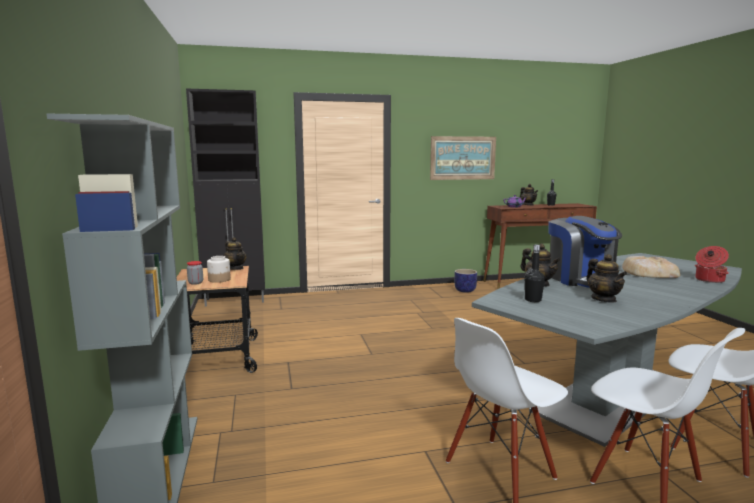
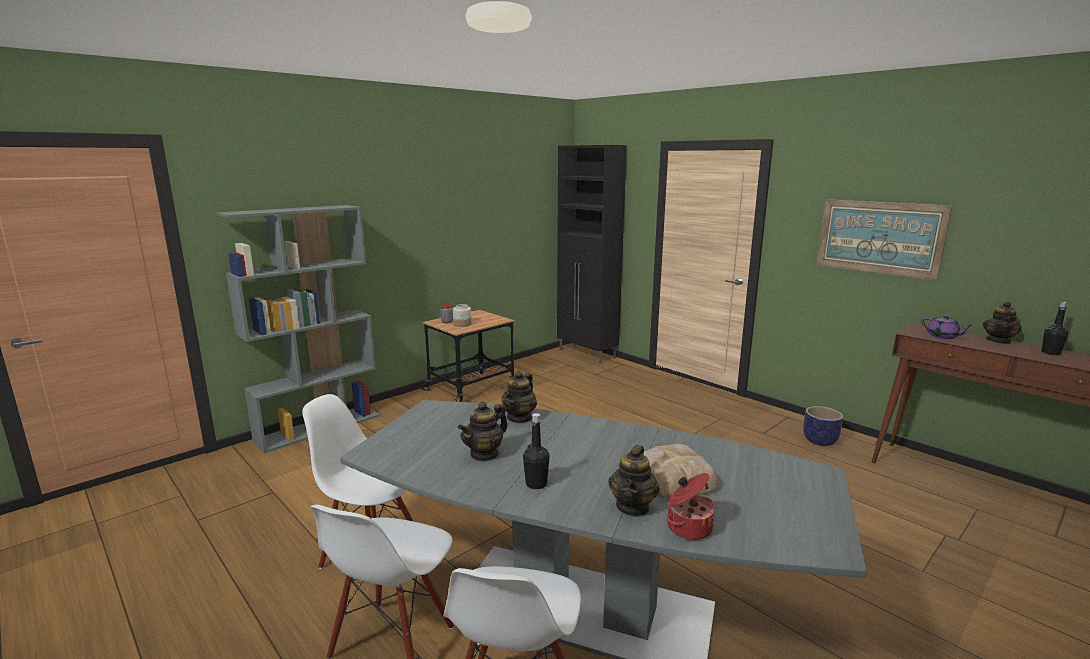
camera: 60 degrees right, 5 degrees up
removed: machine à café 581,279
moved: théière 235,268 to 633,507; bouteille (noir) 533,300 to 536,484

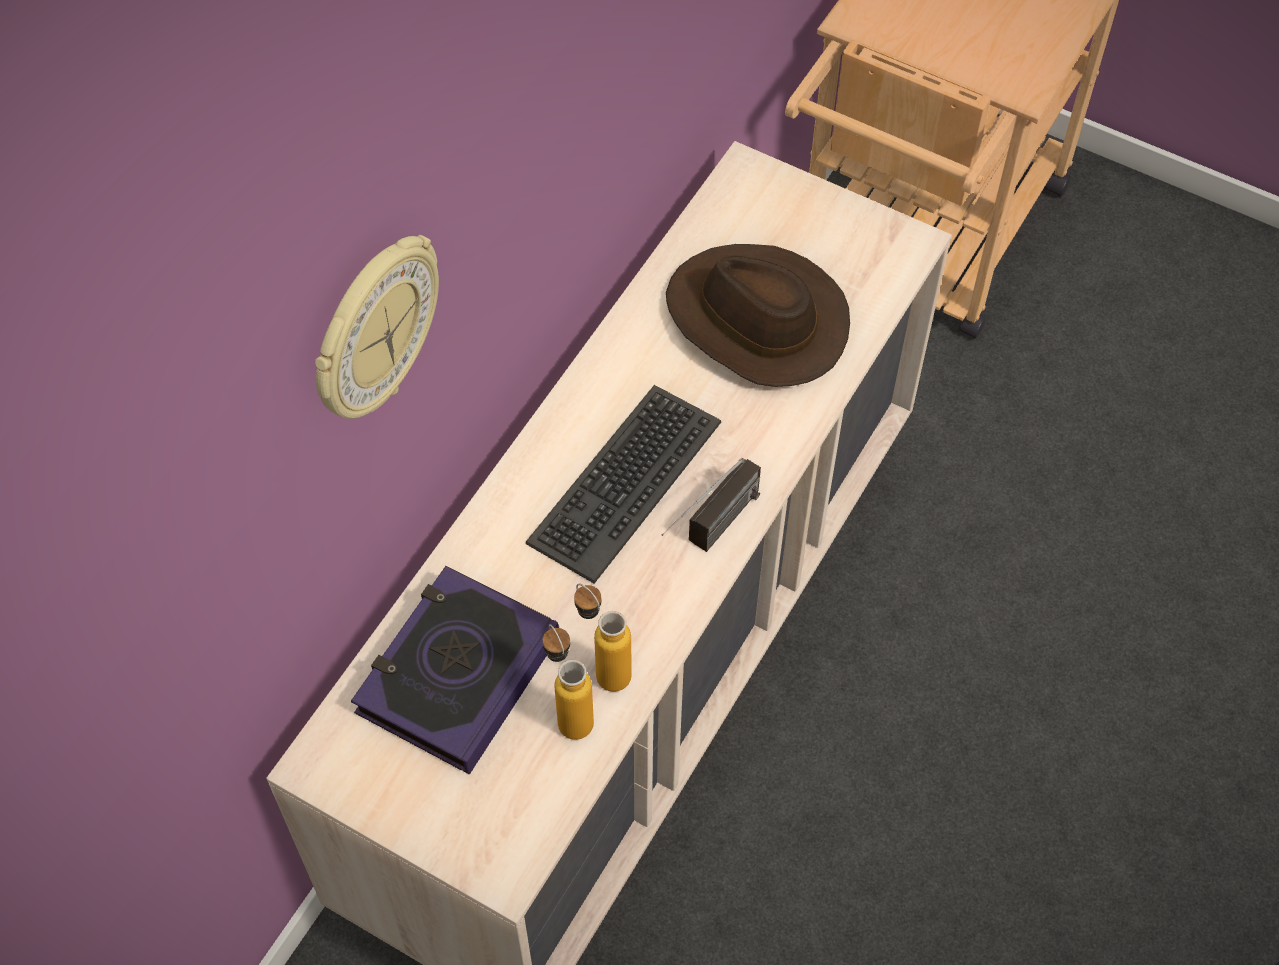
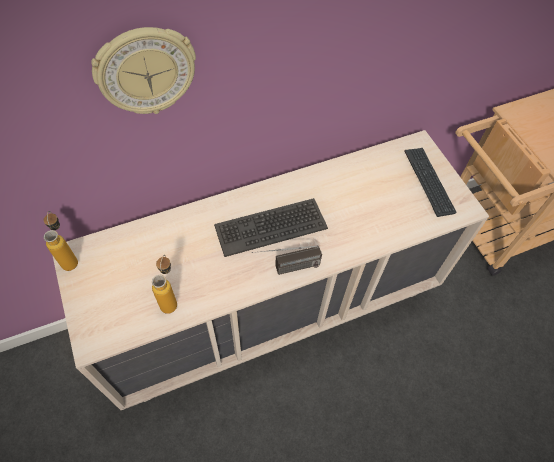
camera: 35 degrees right, 0 degrees up
removed: livre 457,674; chapeau (marron) 755,321
added: clavier 428,181
moved: bouteille 603,667 to 70,258

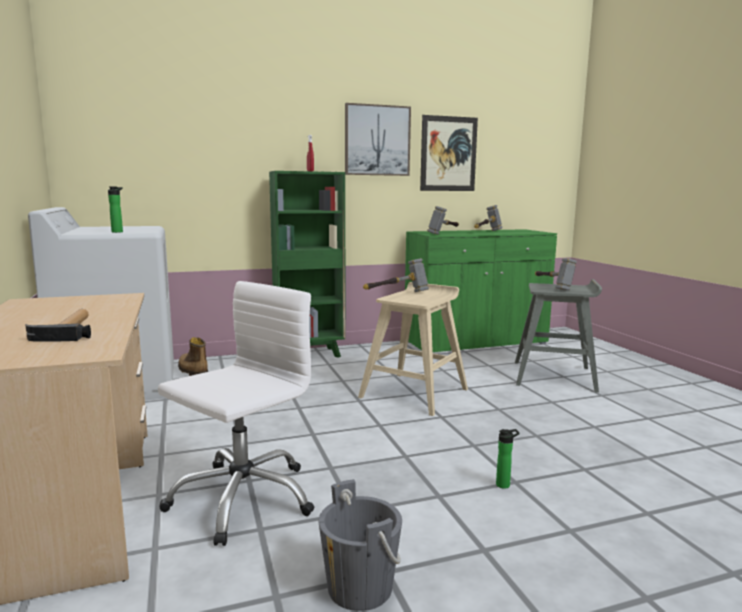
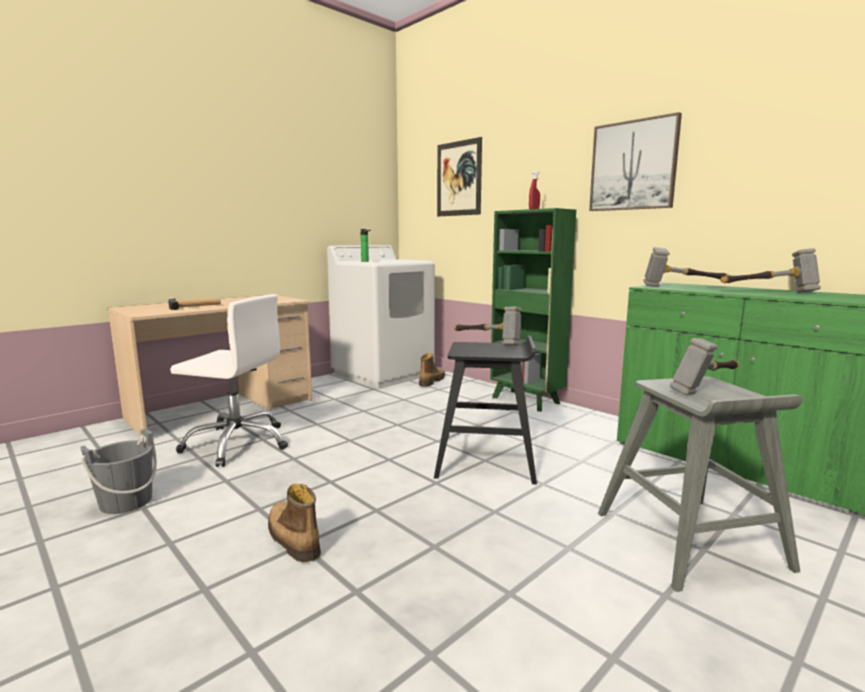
camera: 65 degrees right, 0 degrees up
moved: tableau 448,154 to 458,179
replaced: bouteille 505,485 to botte 292,539
recoloured: tabouret (beige) 415,393 to tabouret (noir) 487,459

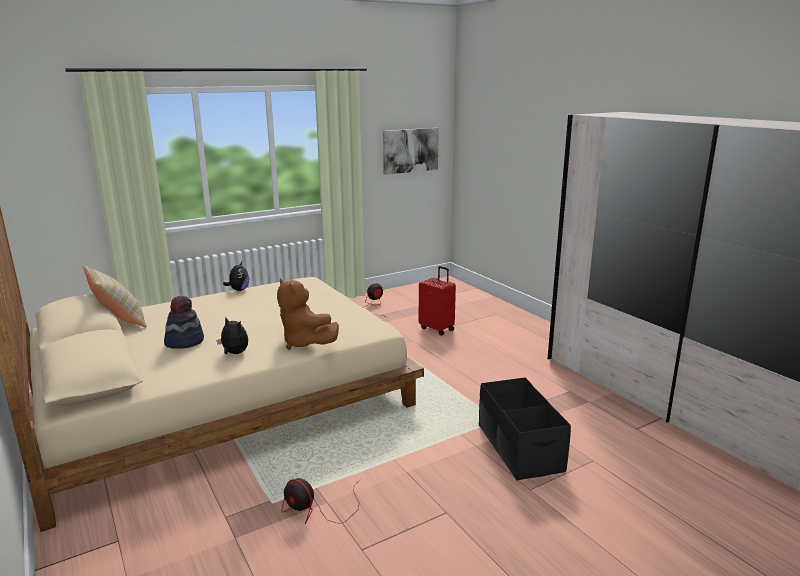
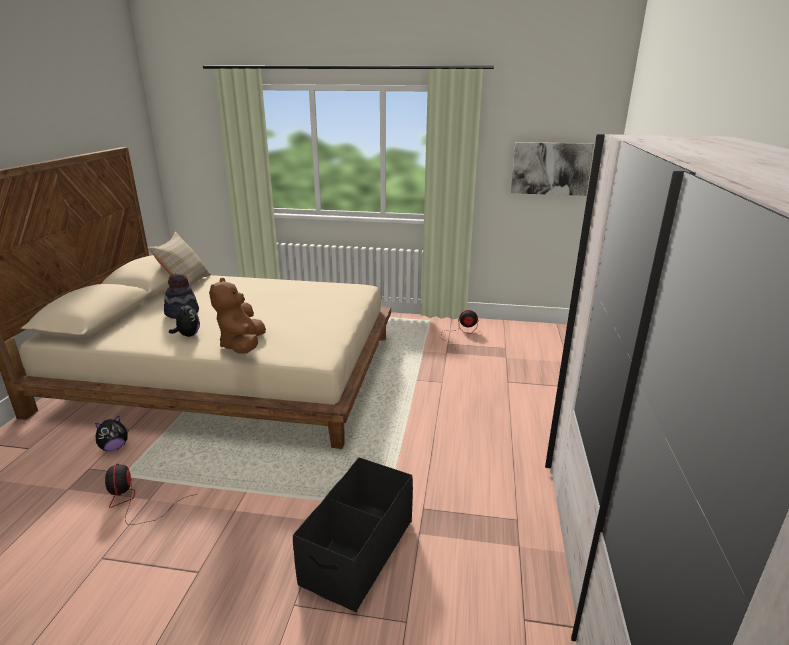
camera: 40 degrees right, 5 degrees up
removed: valise (rouge) 437,329
moved: peluche 238,290 to 114,447

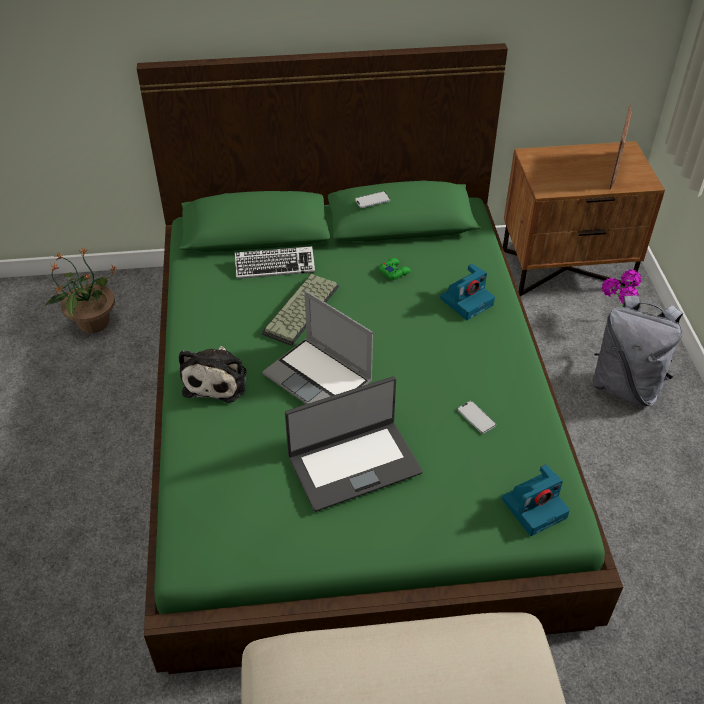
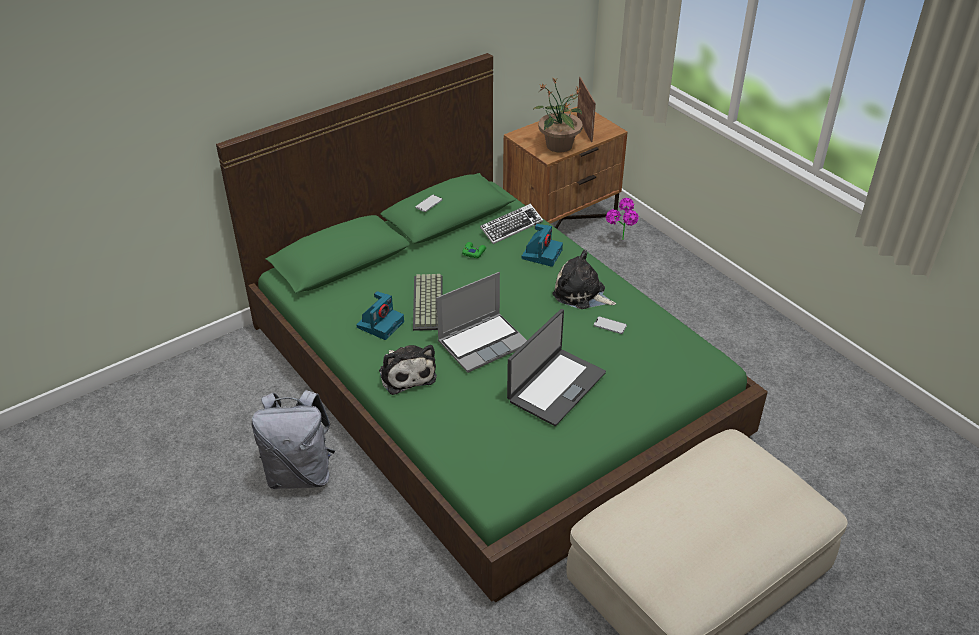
camera: 30 degrees left, 5 degrees down
added: peluche 581,294
moved: plante en pot 92,322 to 558,146; clavier 275,266 to 511,227; appareil photo 535,507 to 380,324; sac à dos (gris) 626,386 to 300,473
turned: ordinateur portable 320,378 = 483,343 45 degrees counterclockwise

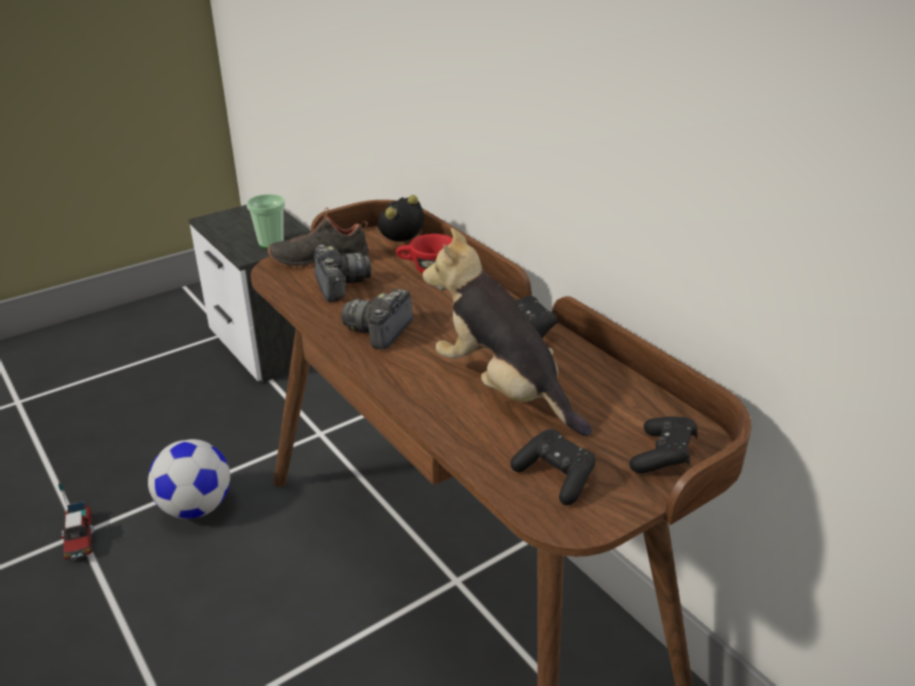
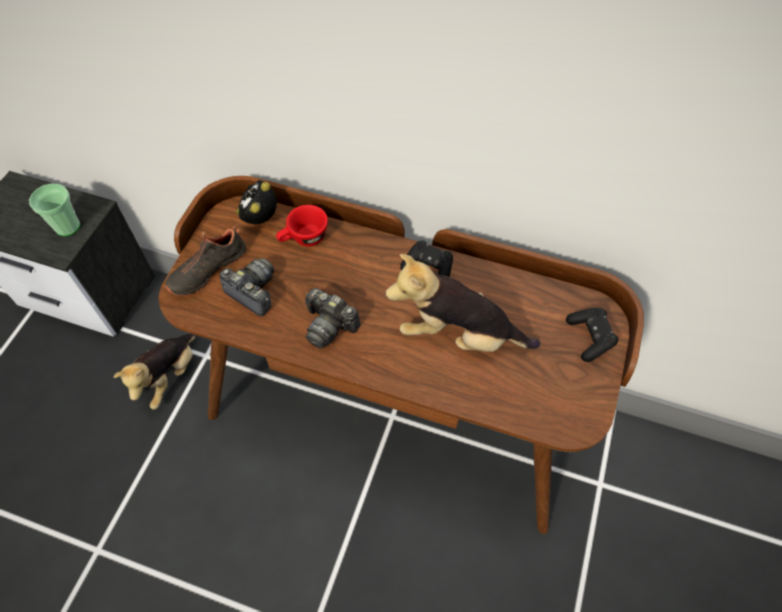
camera: 35 degrees left, 25 degrees up
removed: camion jouet 80,539; ballon de foot 196,507; manette (noir) 555,477
added: peluche 169,376
turned: appareil photo 380,331 = 329,325 45 degrees counterclockwise

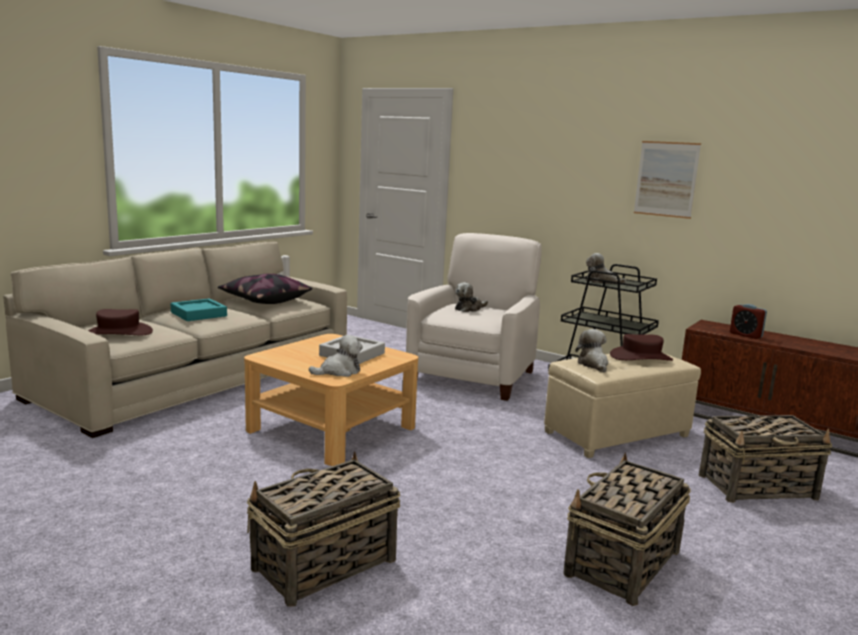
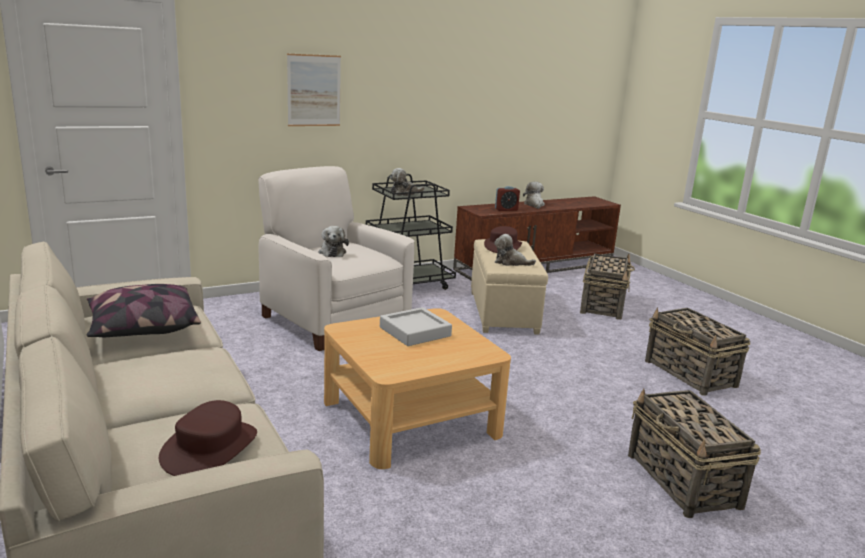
camera: 65 degrees left, 5 degrees up
removed: plateau (turquoise) 198,314
moved: peluche 339,372 to 534,205; tableau 666,179 to 314,90

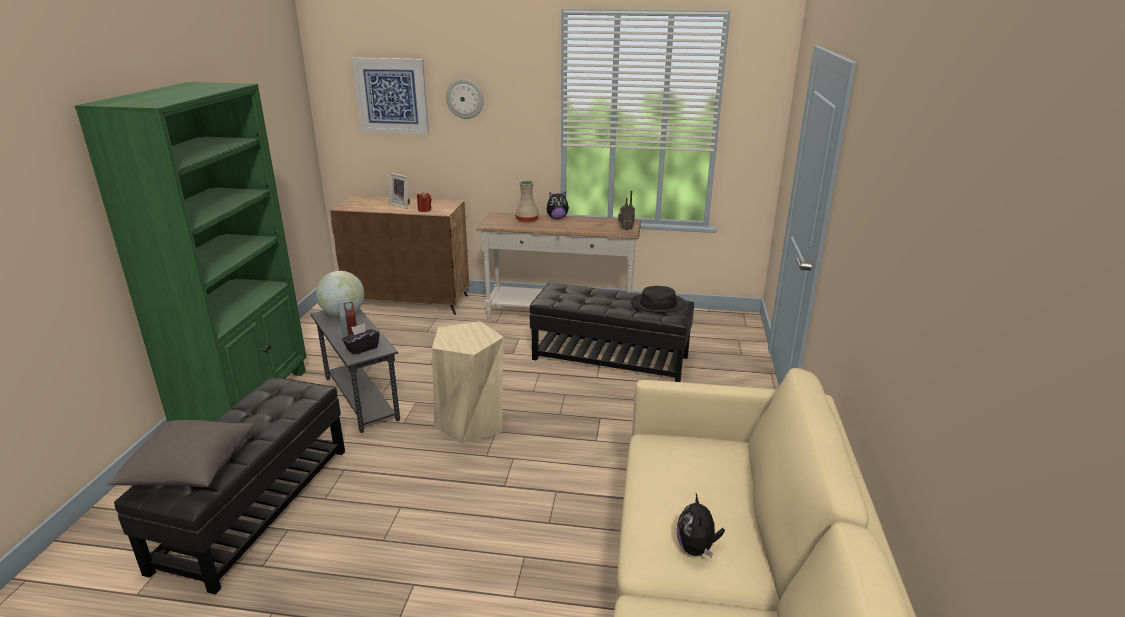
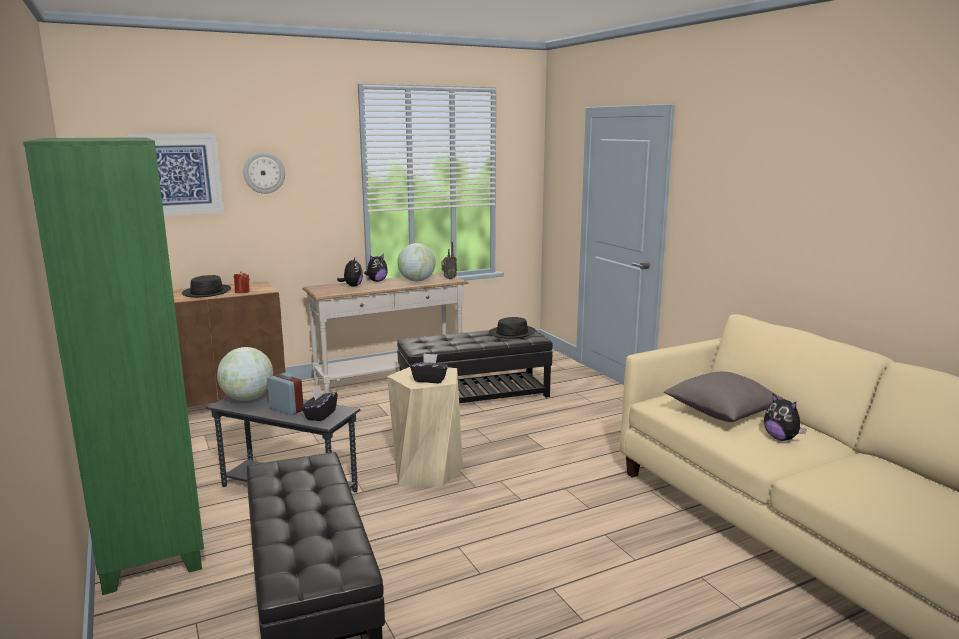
camera: 35 degrees left, 10 degrees down
added: globe 417,281; boîte à mouchoirs (noir) 429,380
moved: coussin (gris) 189,469 to 721,413
replaced: cadre photo 401,205 to chapeau (noir) 207,292; vase (beige) 527,220 to peluche 352,286

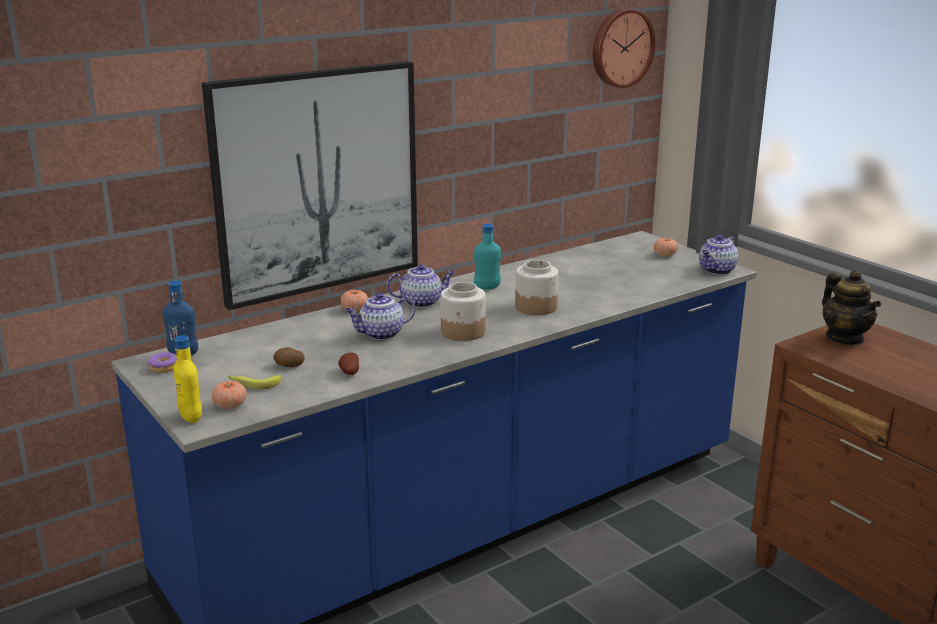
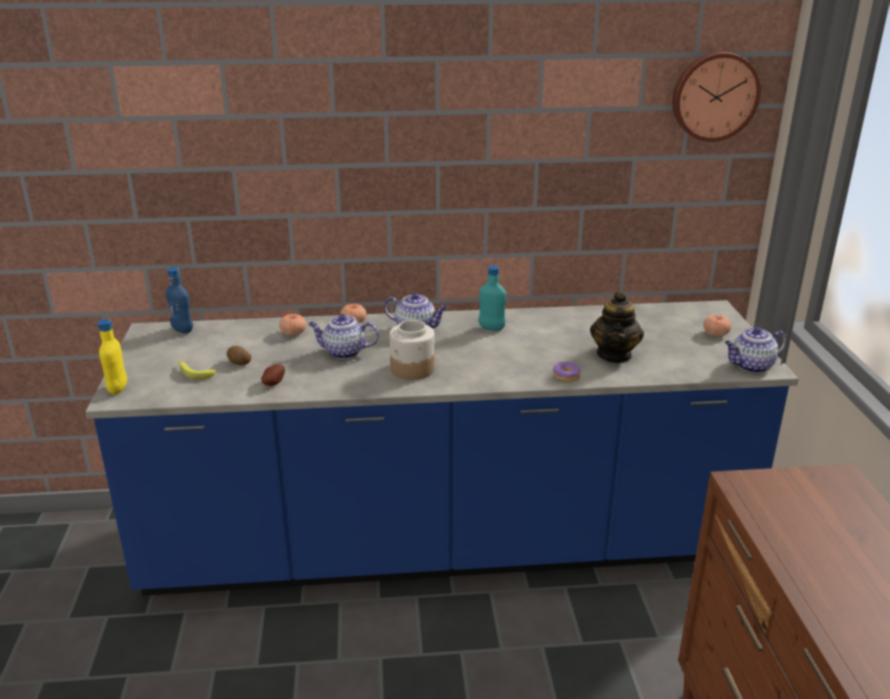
camera: 30 degrees right, 5 degrees up
removed: tableau 317,182; bocal 536,307
moved: beignet 164,367 to 566,376; tomate 230,405 to 293,333; théière 845,338 to 615,355

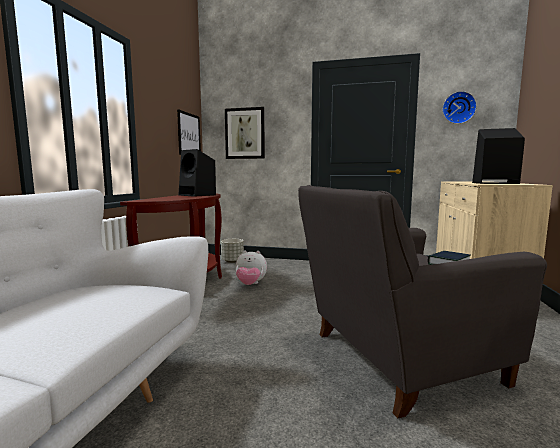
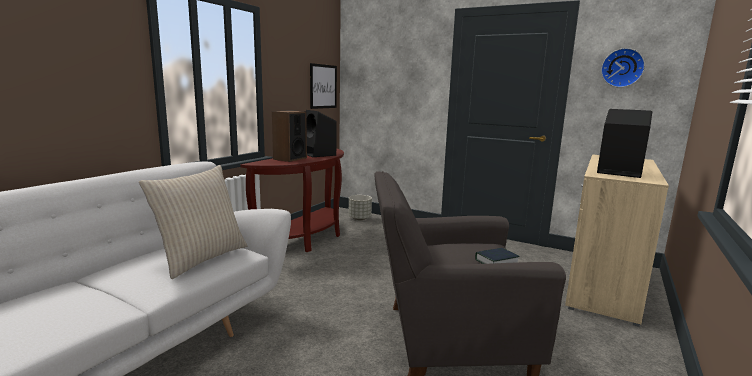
camera: 15 degrees right, 5 degrees up
removed: tableau 245,133; peluche 250,284
added: coussin (beige) 201,258; enceinte 290,158

